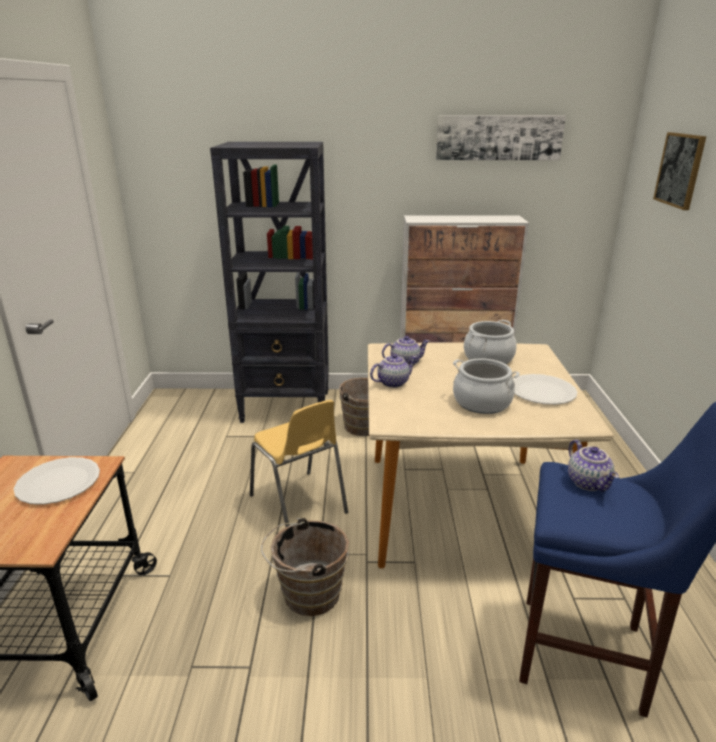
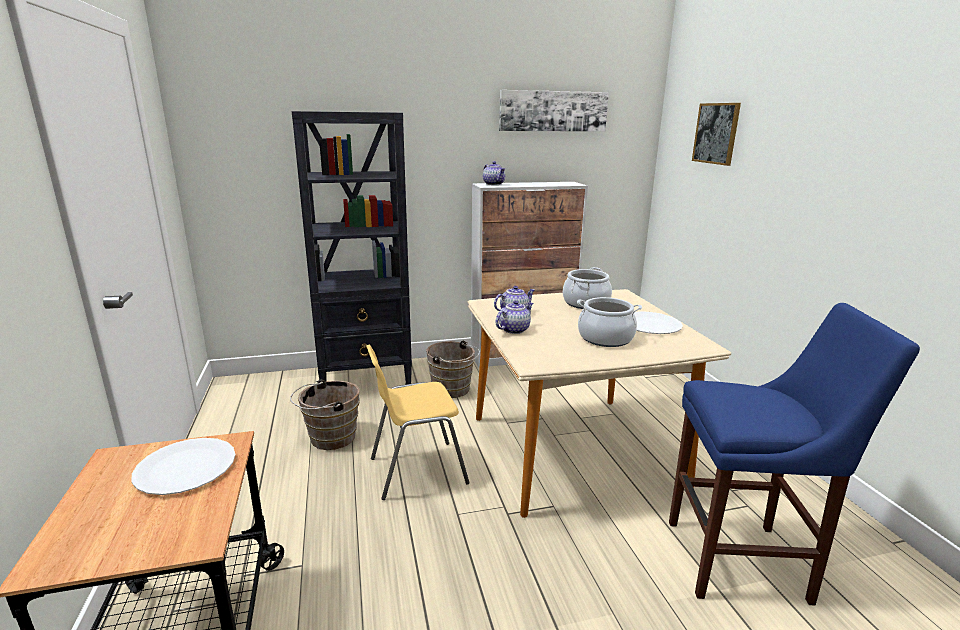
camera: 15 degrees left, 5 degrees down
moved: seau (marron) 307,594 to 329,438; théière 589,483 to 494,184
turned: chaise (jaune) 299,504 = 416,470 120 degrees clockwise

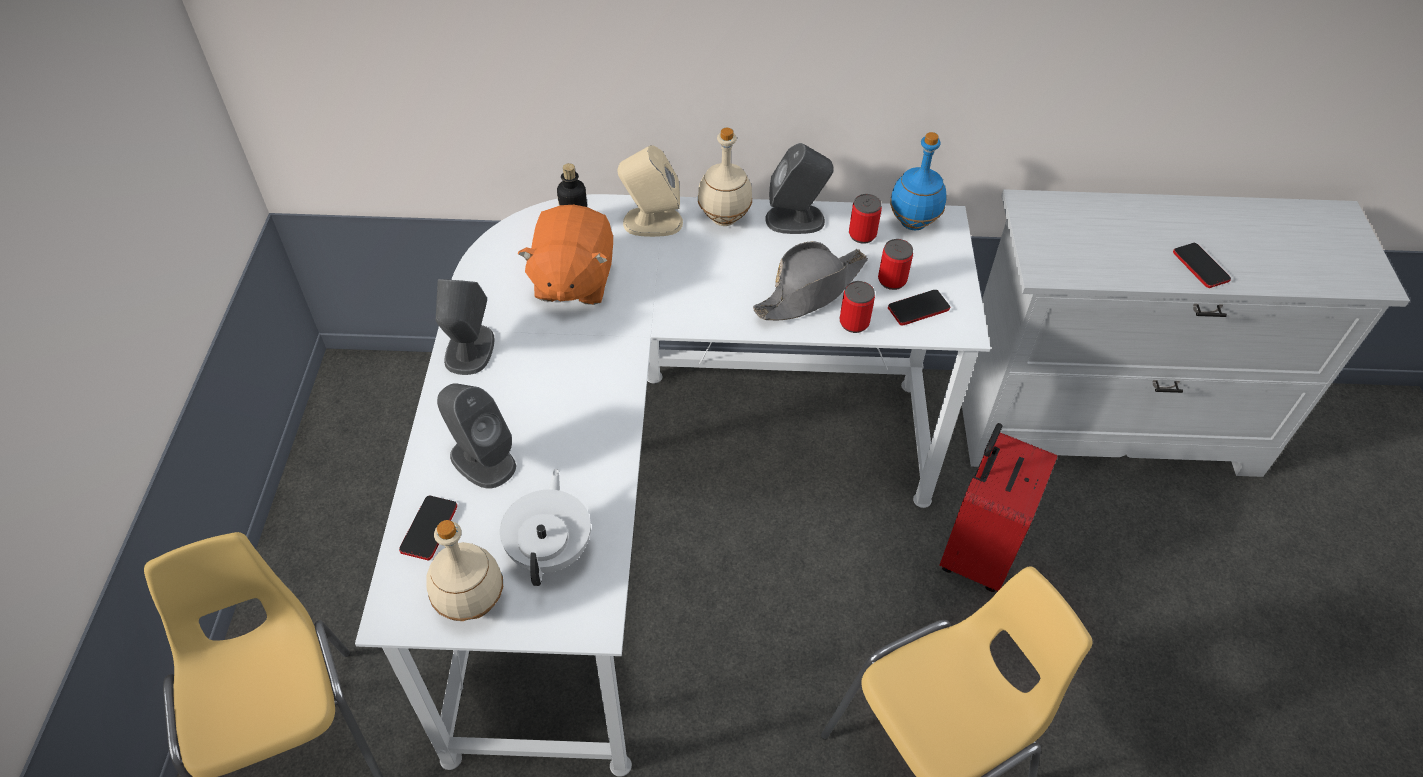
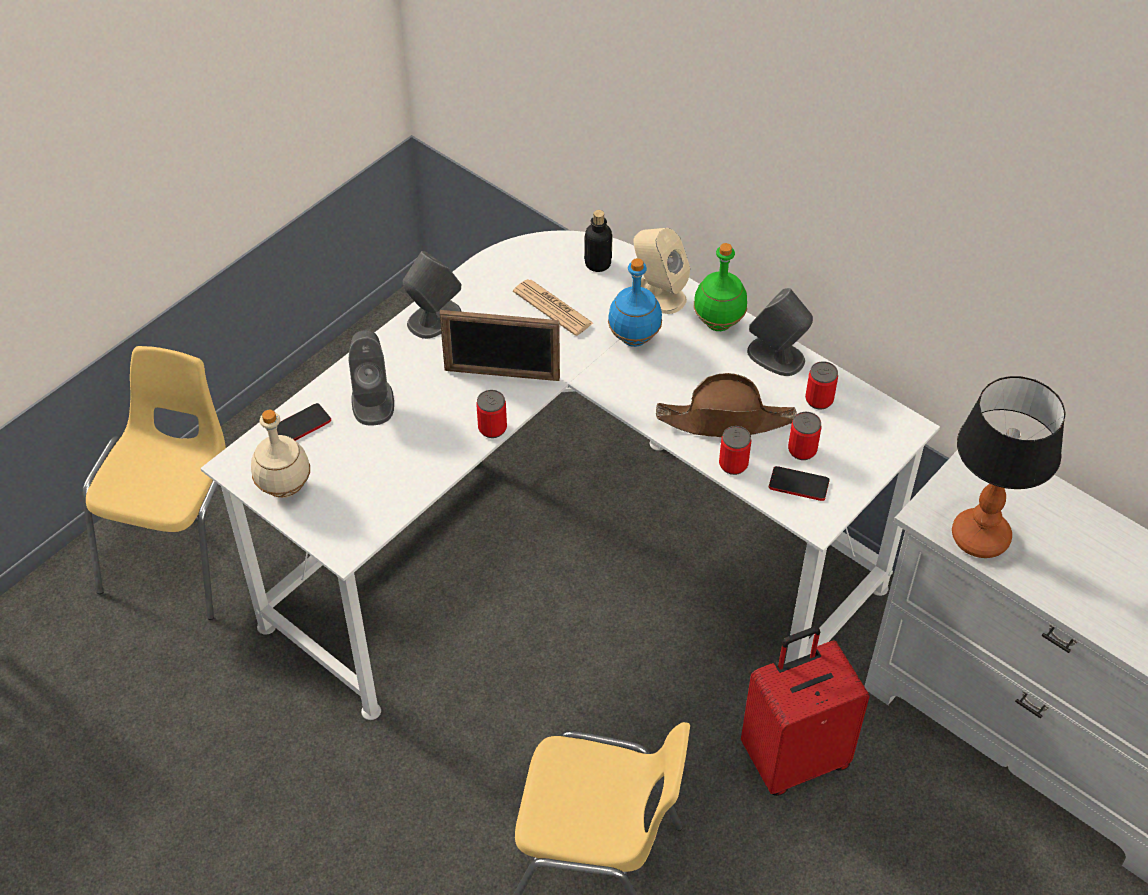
camera: 40 degrees right, 0 degrees up
removed: théière (blanc) 551,550; téléphone 1200,266
added: cadre photo 502,374; boîte métallique 492,428; lampe de table 979,536
moved: bouteille (bleu) 912,222 to 633,338
replaced: peluche (orange) 572,280 to journal 553,308
recoloured: bouteille (beige) 723,218 to bouteille (vert) 718,322; chapeau (gris) 811,291 to chapeau (marron) 726,420

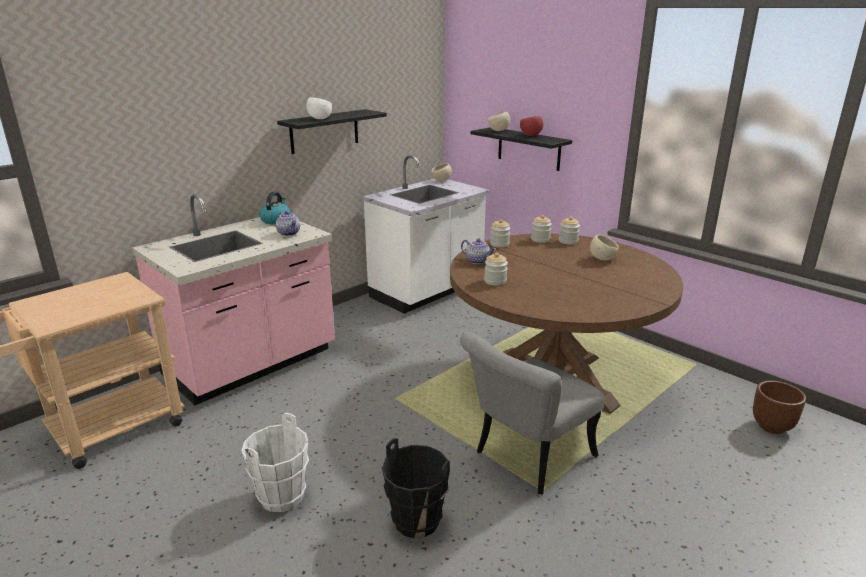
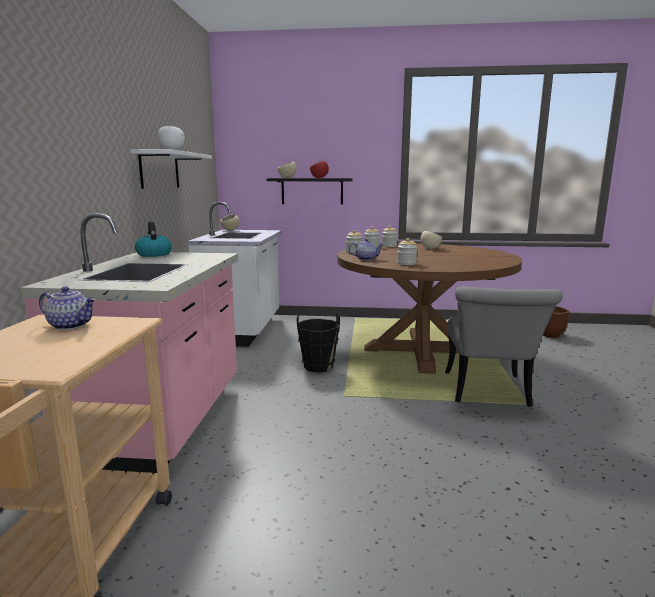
camera: 40 degrees left, 10 degrees down
removed: seau (blanc) 282,497
moved: théière 289,233 to 71,325; seau (noir) 416,521 to 318,367
recoloured: étagère (noir) 324,131 to étagère (blanc) 159,170

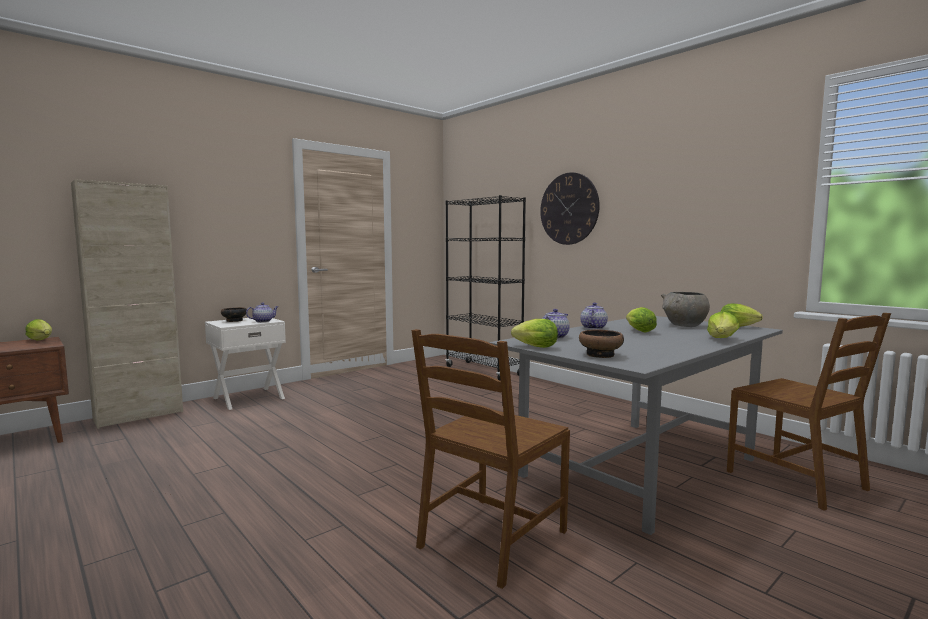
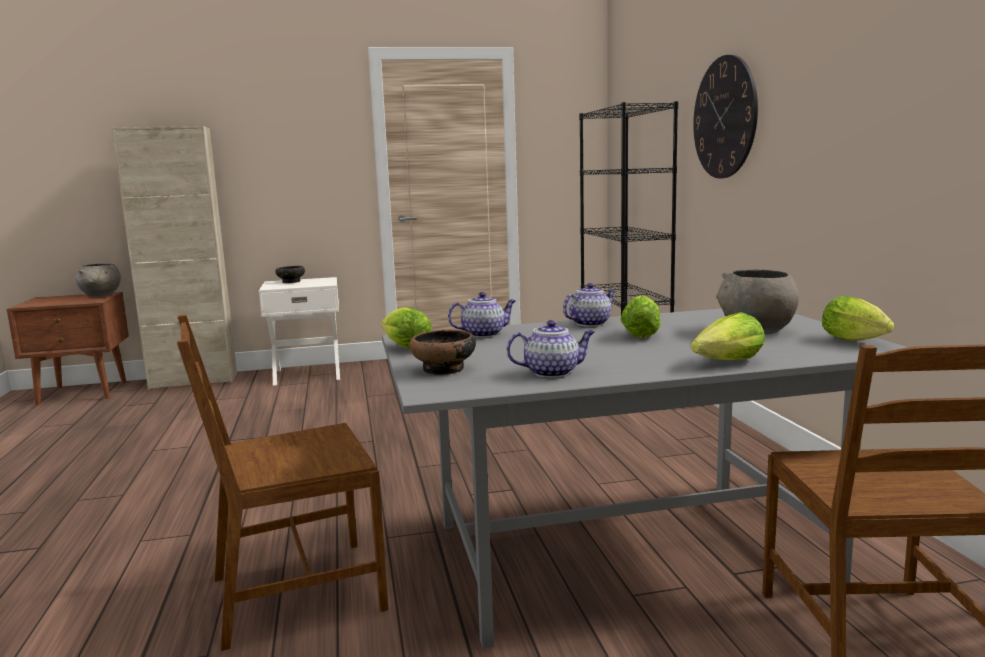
camera: 30 degrees right, 5 degrees up
moved: théière 263,321 to 552,372
replaced: laitue 42,340 to bol (gris) 101,295

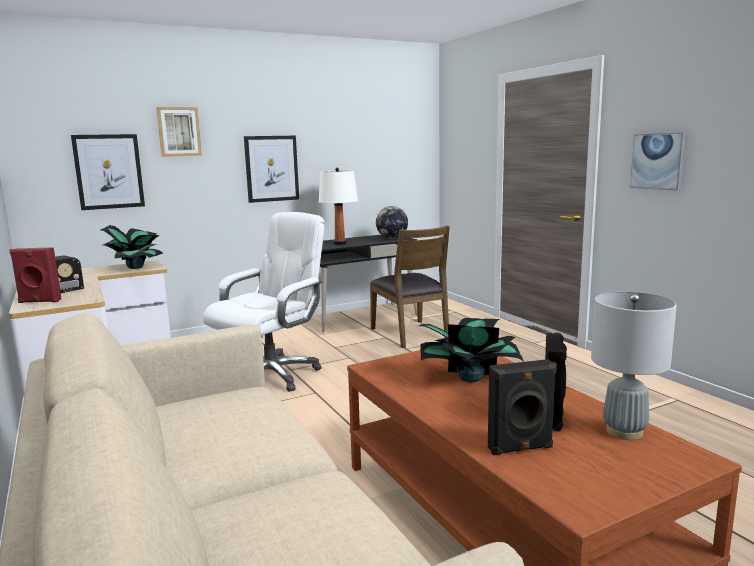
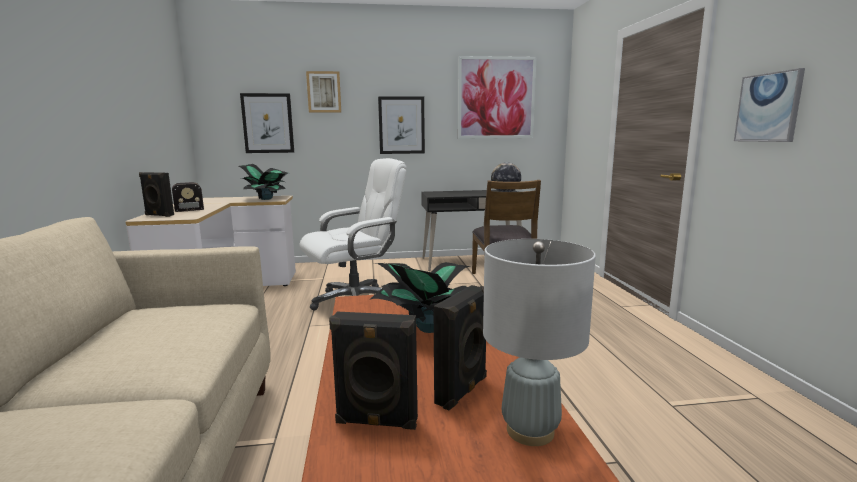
camera: 20 degrees right, 0 degrees up
removed: lampe de table (blanc) 339,243
added: tableau 496,98
recoloured: enceinte (rouge) 39,301 to enceinte (noir) 158,215

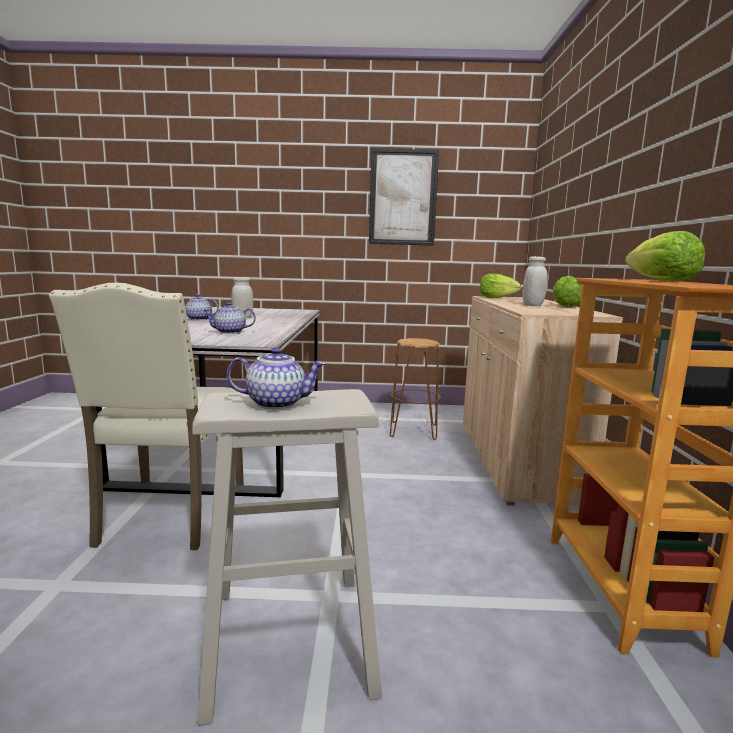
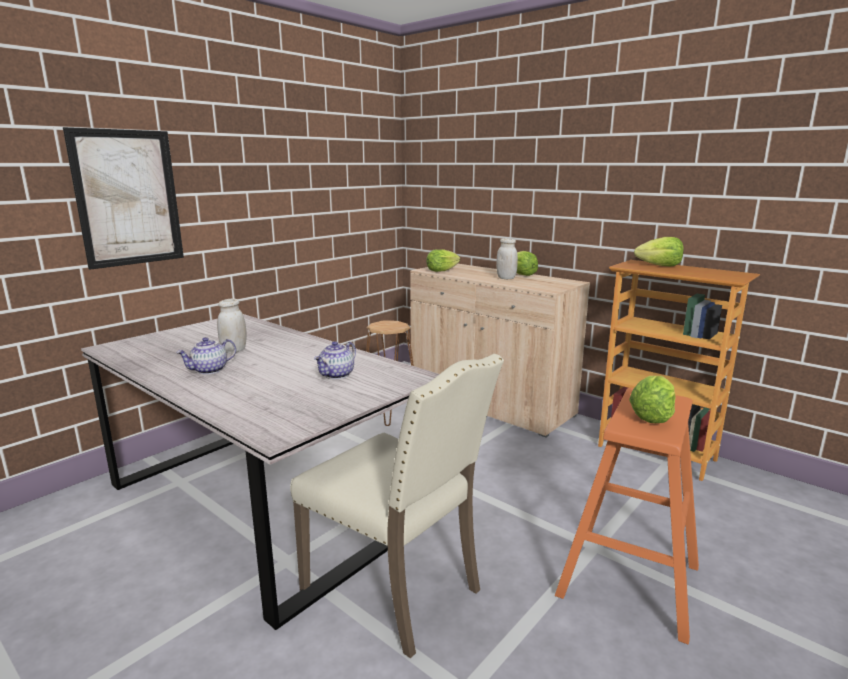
camera: 50 degrees left, 5 degrees up
moved: tableau 403,198 to 128,198
replaced: théière 277,403 to laitue 652,416
recoloured: tabouret (beige) 289,639 to tabouret (orange) 629,581

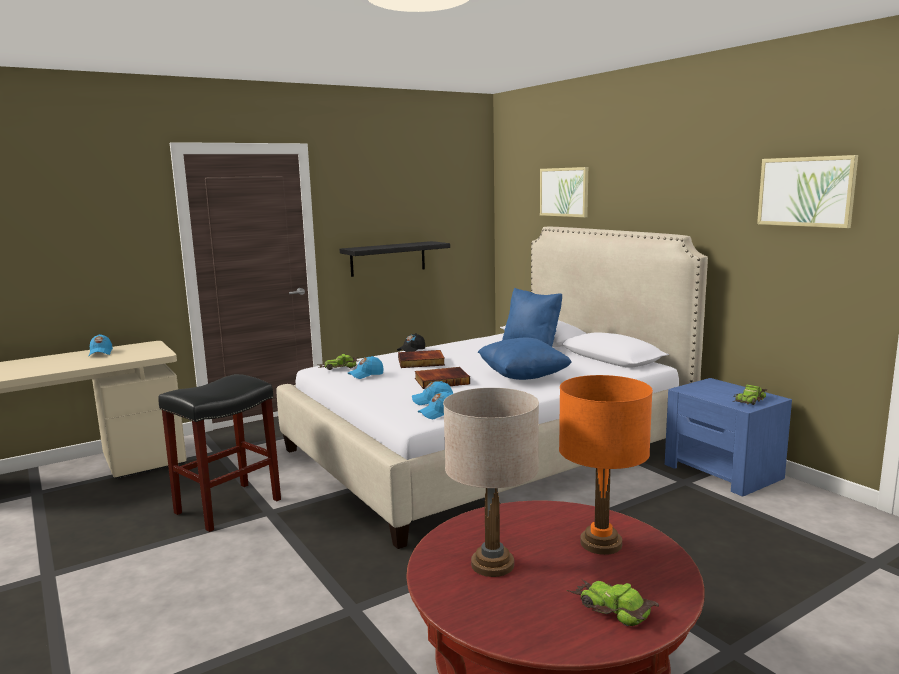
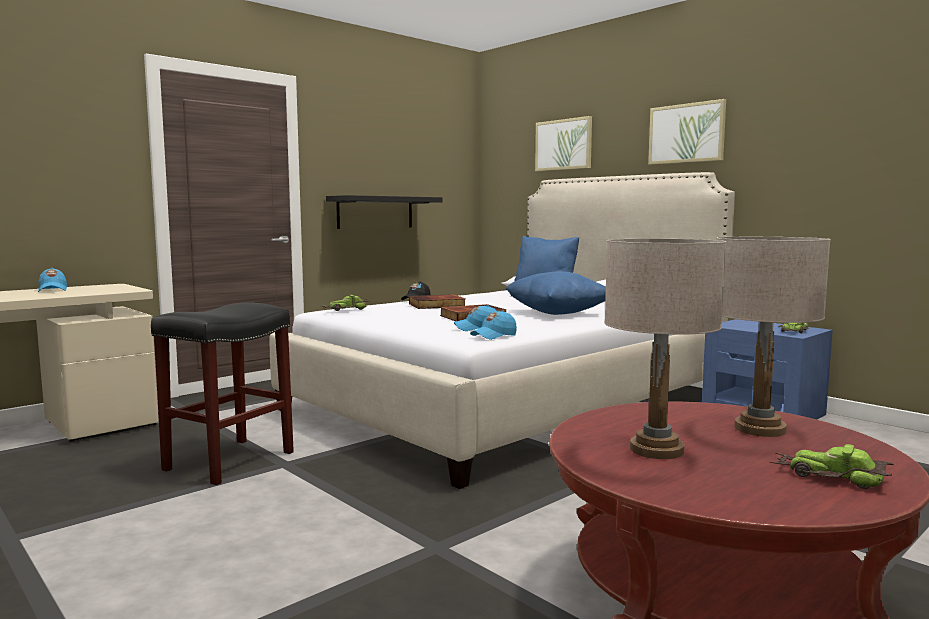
camera: 10 degrees left, 5 degrees down
removed: casquette (bleu) 366,375
moved: tableau 806,191 to 686,133
recoloured: lampe de table (orange) 601,543 to lampe de table (beige) 760,429

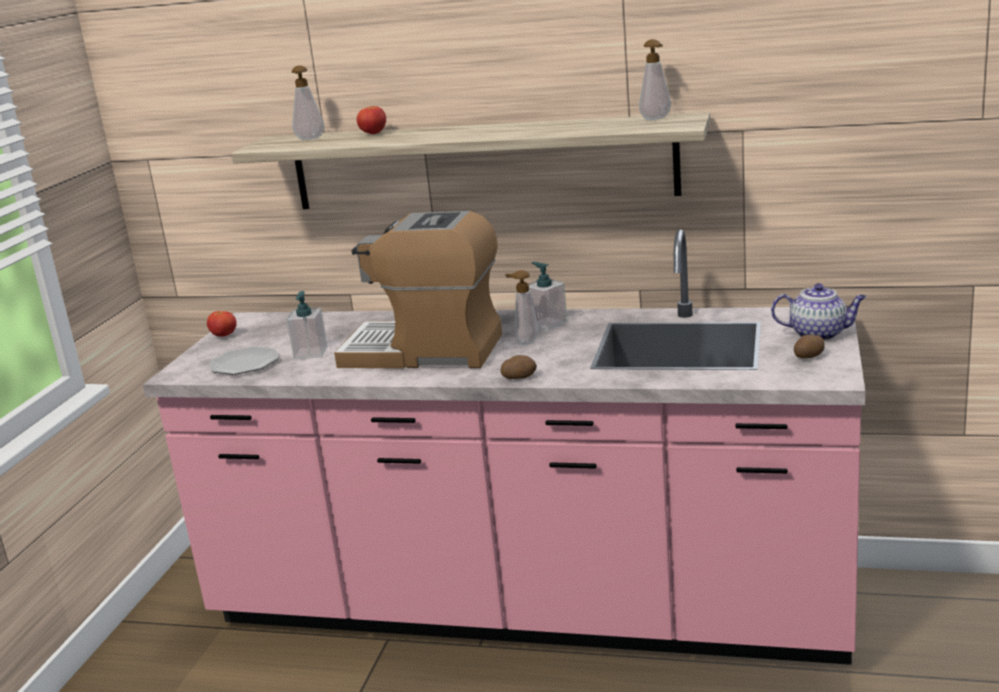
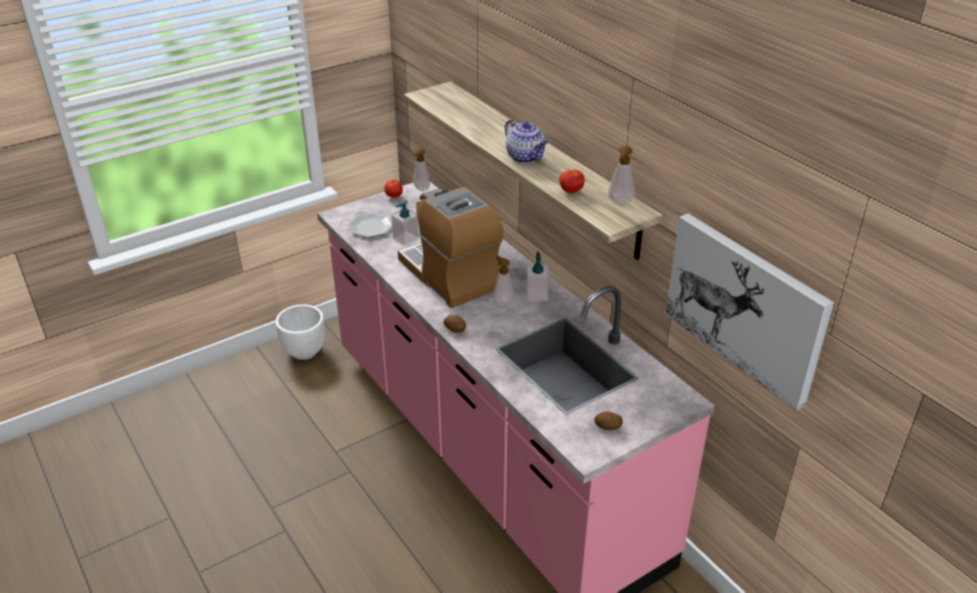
camera: 40 degrees right, 15 degrees up
added: cache-pot (blanc) 304,352; tableau 745,306
moved: distributeur de savon 310,139 to 420,189; tomate 373,134 to 571,191; théière 819,334 to 526,157

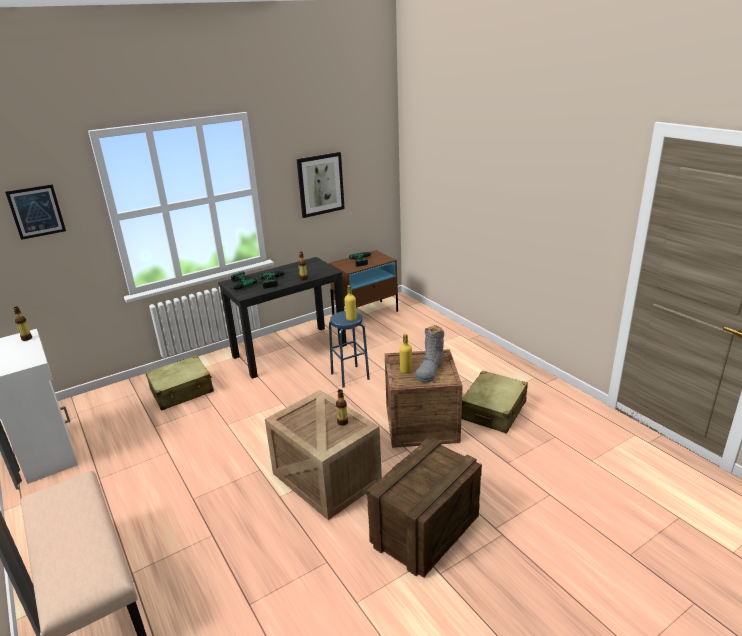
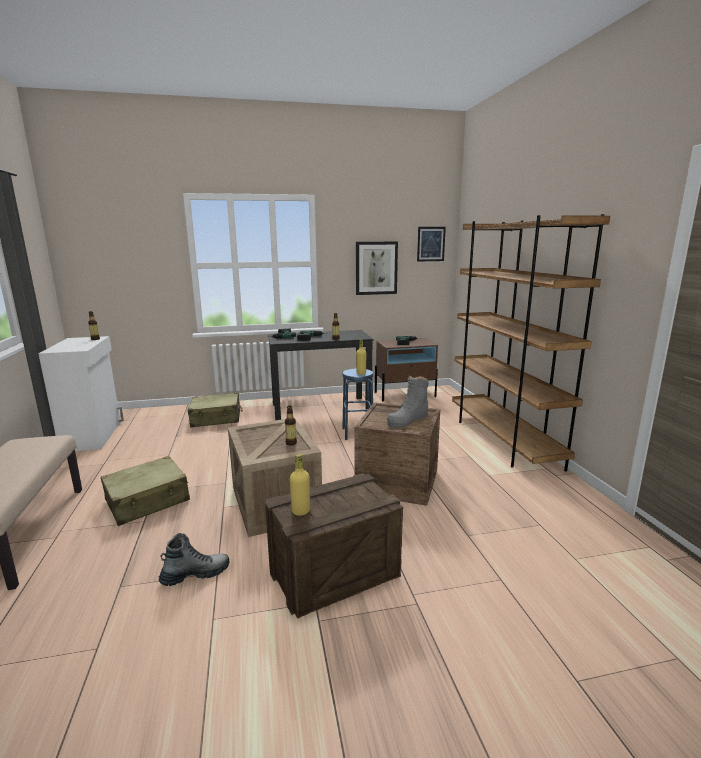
camera: 20 degrees right, 10 degrees down
added: botte 195,574; bibliothèque (marron) 503,440
moved: tableau 36,211 to 431,244; bouteille (jaune) 406,370 to 301,511; valise (beige) 493,410 to 148,501

